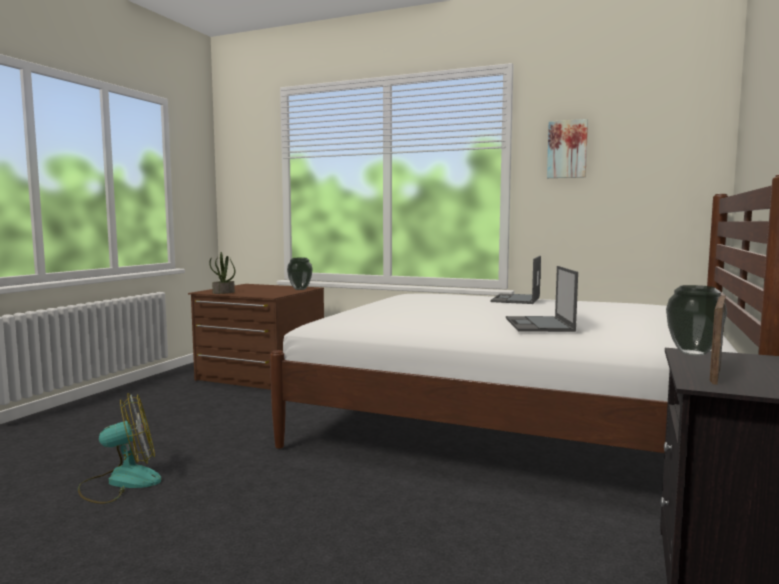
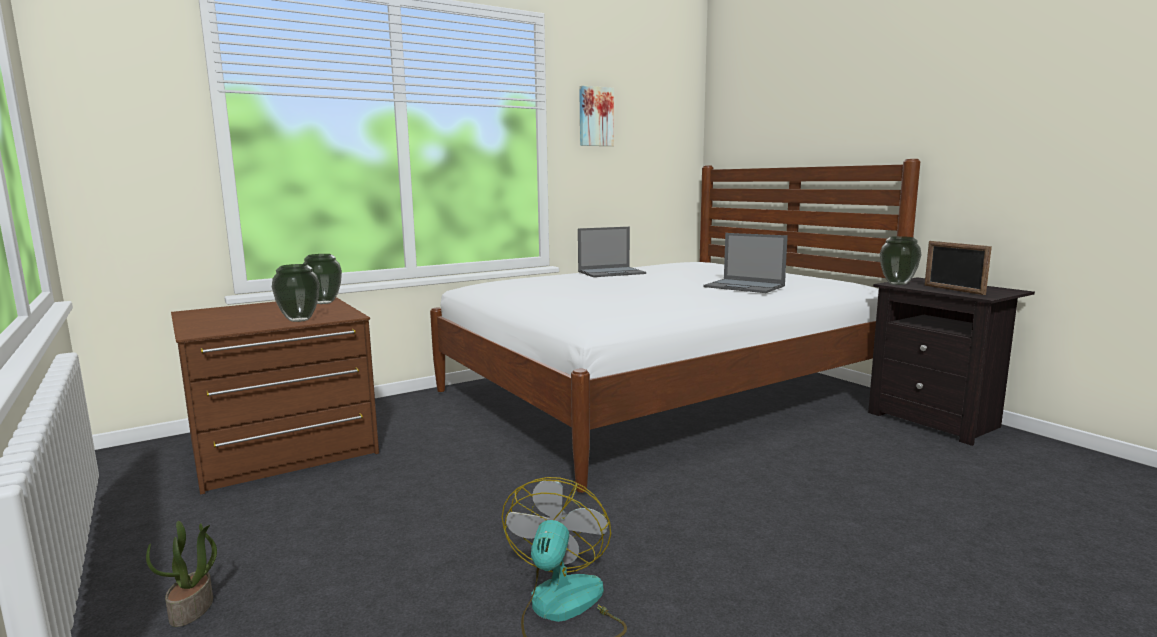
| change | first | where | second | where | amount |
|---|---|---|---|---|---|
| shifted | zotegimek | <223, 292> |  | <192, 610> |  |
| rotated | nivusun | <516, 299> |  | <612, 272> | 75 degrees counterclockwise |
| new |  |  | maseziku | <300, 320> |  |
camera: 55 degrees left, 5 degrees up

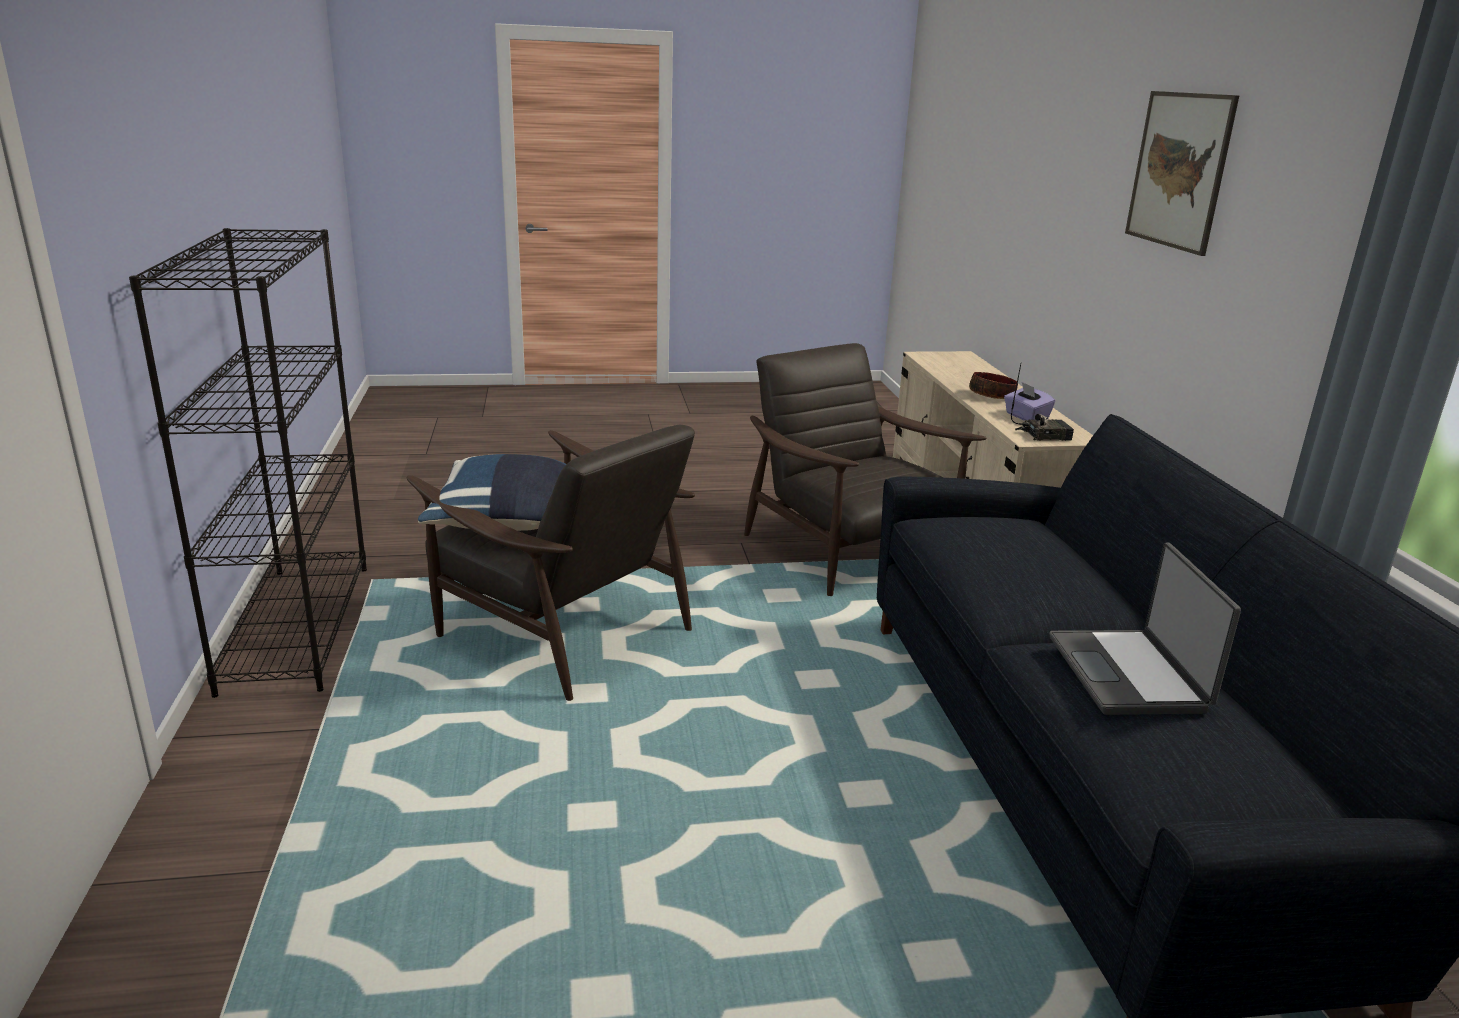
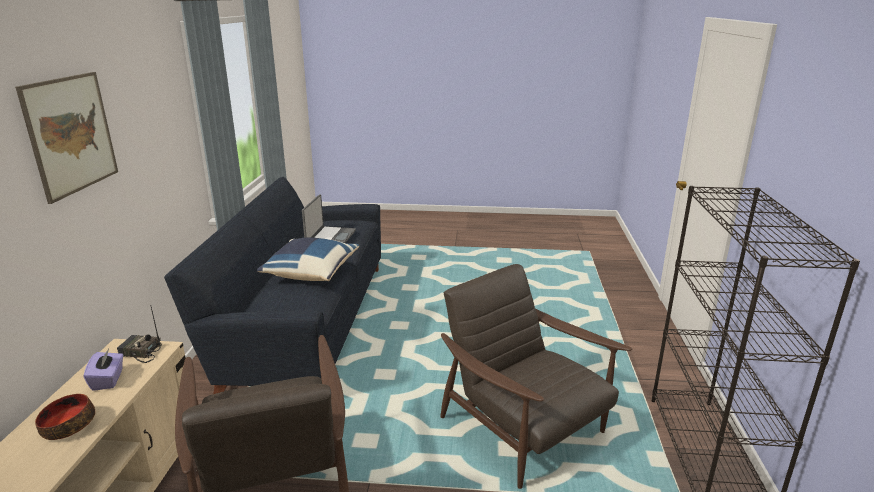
| change | first | where | second | where | amount |
|---|---|---|---|---|---|
| shifted | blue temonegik | <510, 522> |  | <311, 273> |  |
camera: 165 degrees left, 0 degrees up

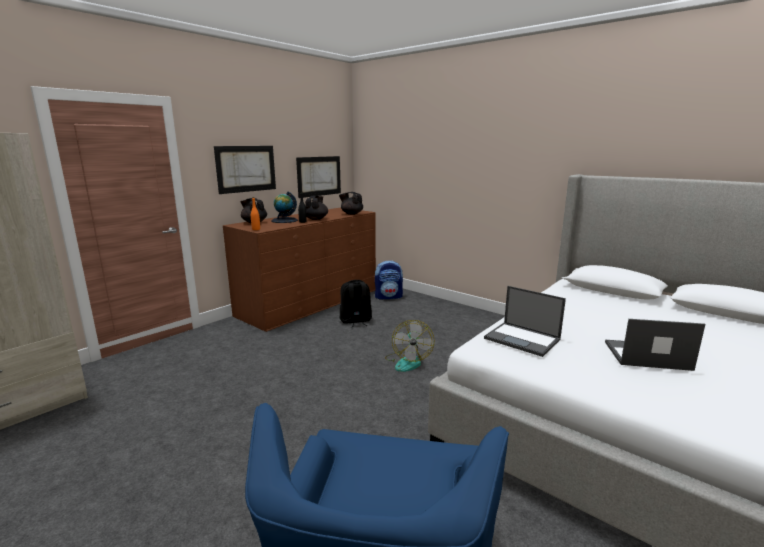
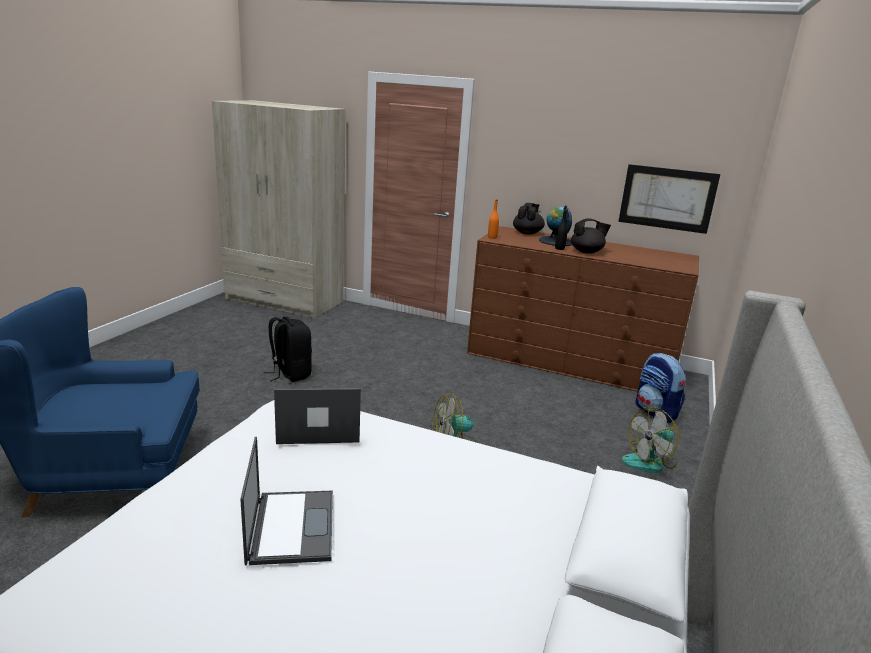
| change | first | where | second | where | amount |
|---|---|---|---|---|---|
| gone | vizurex | <246, 169> |  |  |  |
| gone | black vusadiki | <351, 214> |  |  |  |
| shifted | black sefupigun | <355, 321> |  | <290, 374> |  |
| rotated | nivusun | <523, 339> |  | <317, 427> | 60 degrees clockwise |
| new |  |  | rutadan | <650, 462> |  |
camera: 70 degrees right, 5 degrees up

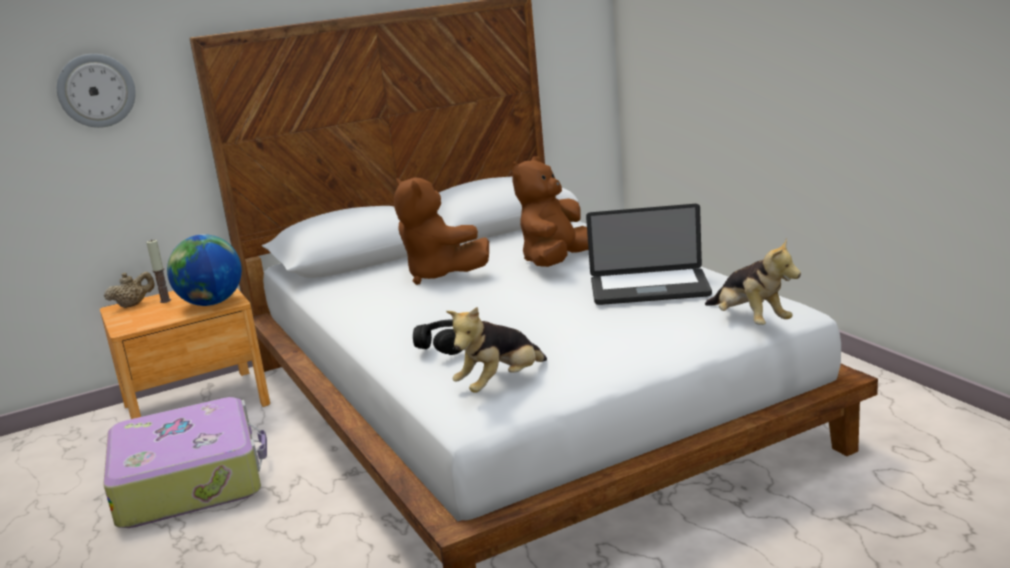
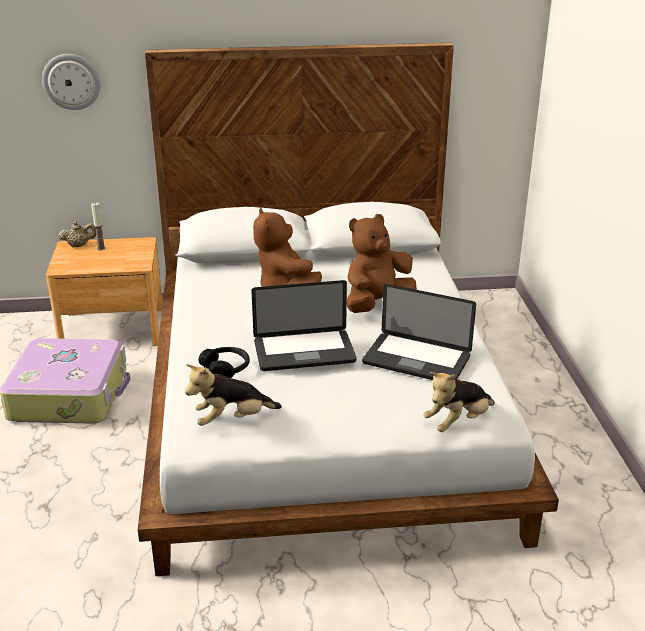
| change | first | where | second | where | amount |
|---|---|---|---|---|---|
| gone | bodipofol | <211, 303> |  |  |  |
| rotated | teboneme | <750, 321> |  | <458, 422> | 60 degrees clockwise |
| new |  |  | nivusun | <304, 352> |  |
camera: 20 degrees right, 10 degrees up

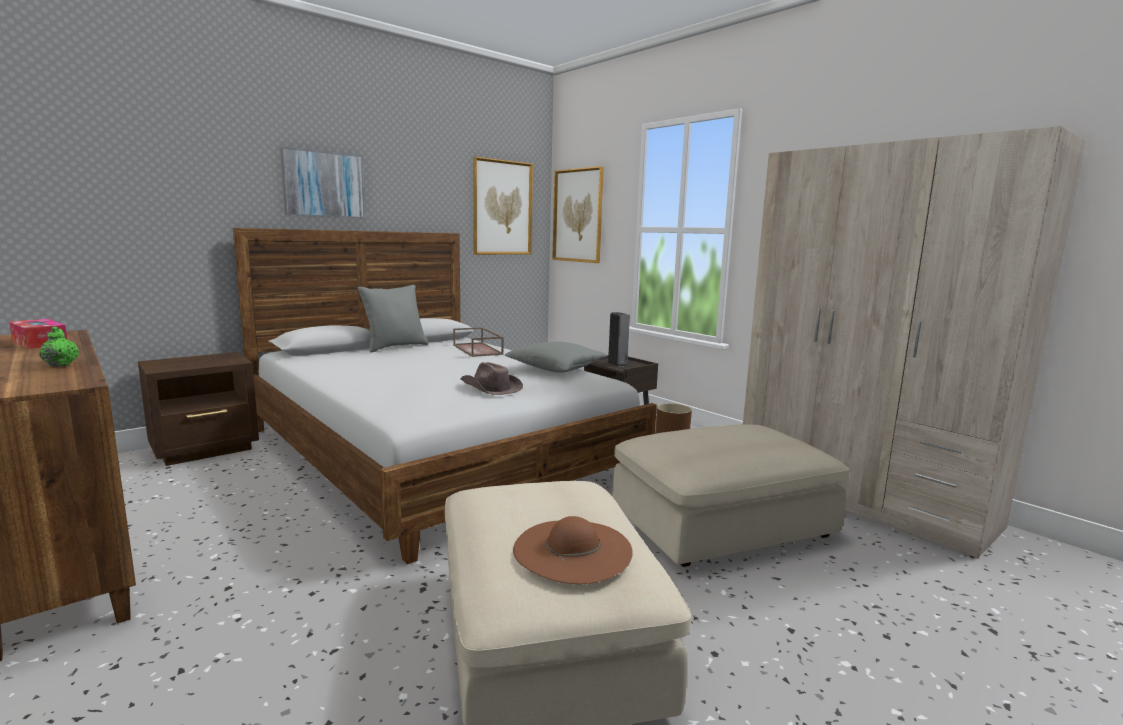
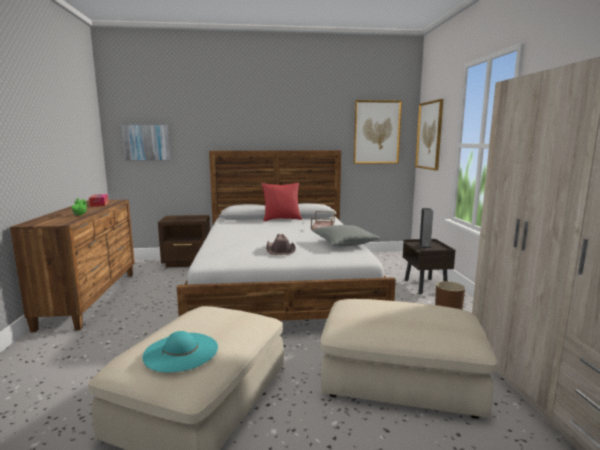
| change | first | where | second | where | amount |
|---|---|---|---|---|---|
| shifted | vizurex | <323, 184> |  | <146, 142> |  |
| repainted | grey temonegik | <395, 347> | red temonegik | <281, 219> |  |
| repainted | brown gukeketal | <572, 550> | turquoise gukeketal | <181, 351> |  |
camera: 35 degrees right, 0 degrees up

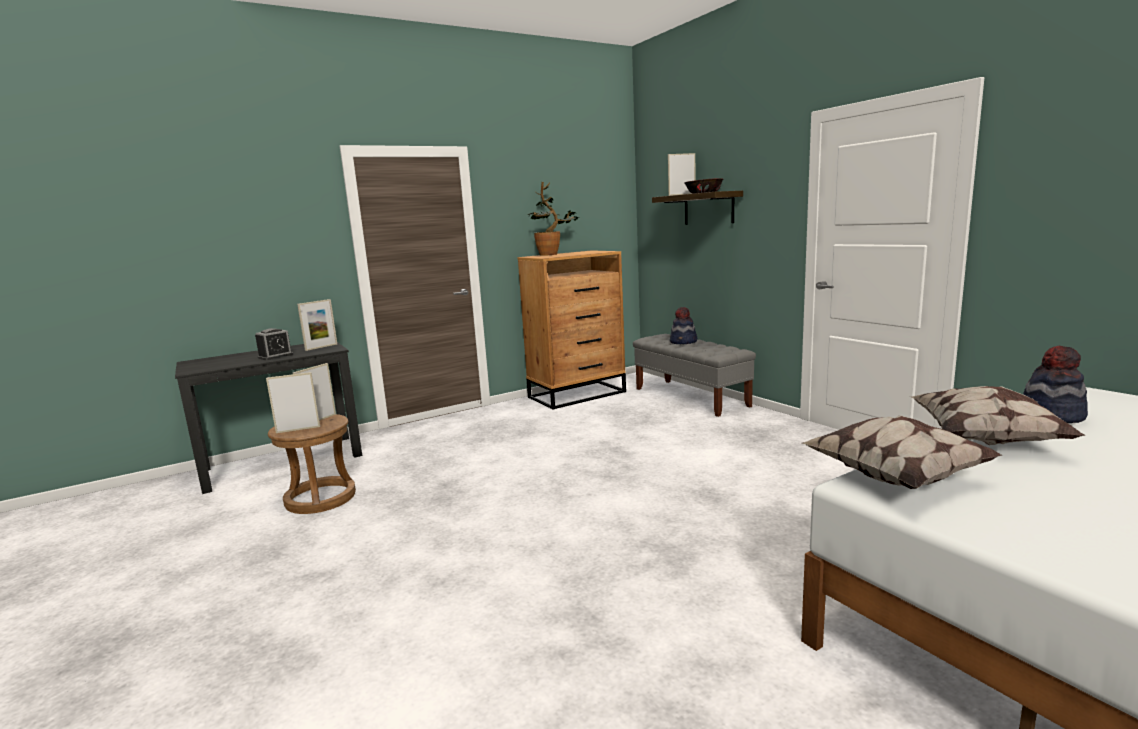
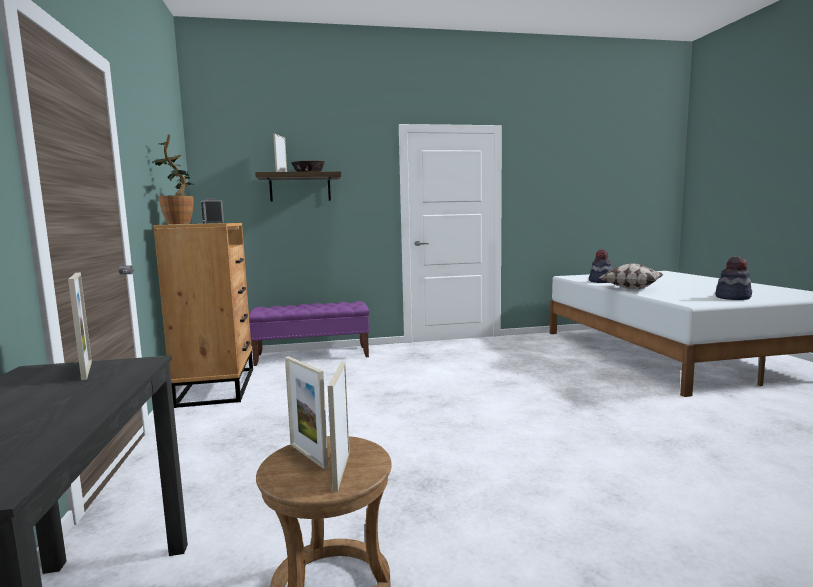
| change | first | where | second | where | amount |
|---|---|---|---|---|---|
| shifted | gukeketal | <683, 342> |  | <733, 297> |  |
| shifted | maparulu | <275, 356> |  | <213, 223> |  |
| repainted | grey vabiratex | <691, 397> | purple vabiratex | <312, 355> |  |
| gone | temonegik | <895, 476> |  |  |  |
camera: 70 degrees left, 5 degrees down

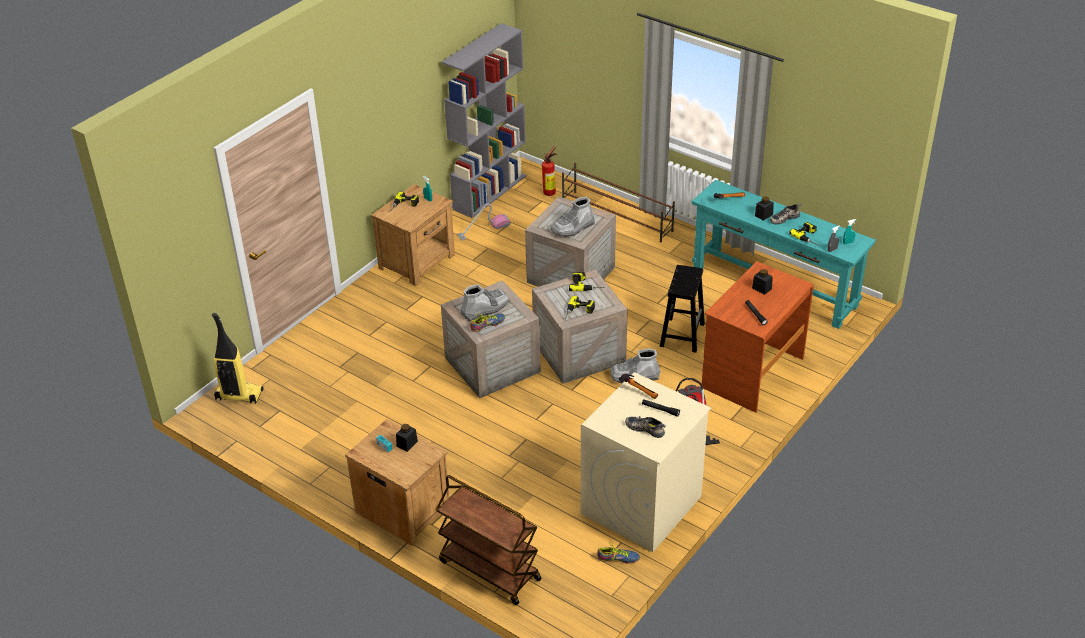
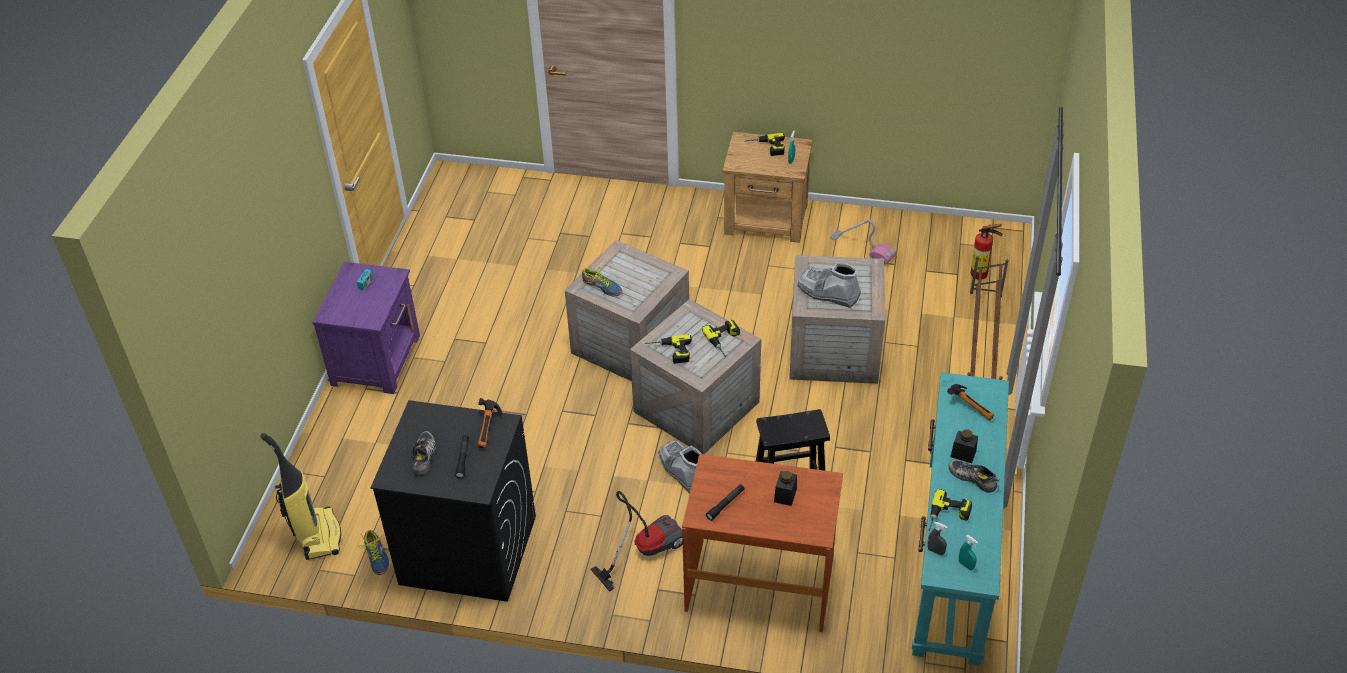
| change | first | where | second | where | amount |
|---|---|---|---|---|---|
| gone | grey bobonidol | <489, 192> |  |  |  |
| gone | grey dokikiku | <485, 309> |  |  |  |
| shifted | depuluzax | <238, 395> |  | <318, 535> |  |
| repainted | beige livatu | <641, 505> | black livatu | <467, 550> |  |
| repainted | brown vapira | <402, 509> | purple vapira | <377, 359> |  |
| gone | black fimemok | <407, 444> |  |  |  |
| gone | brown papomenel | <488, 570> |  |  |  |
camera: 65 degrees right, 5 degrees up

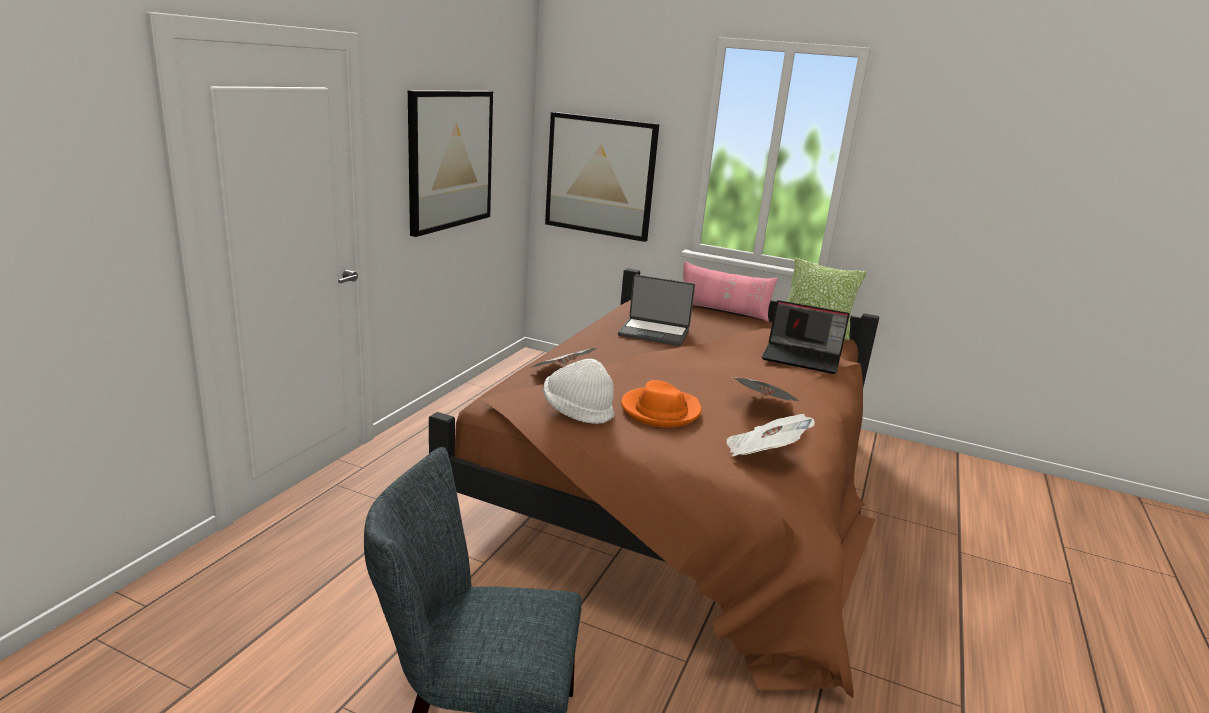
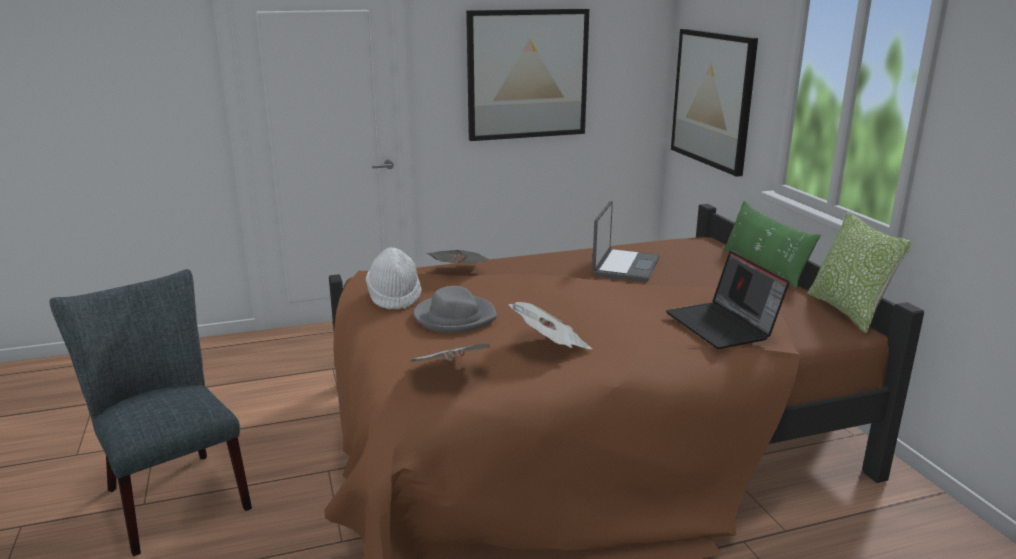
| change | first | where | second | where | amount |
|---|---|---|---|---|---|
| repainted | pink temonegik | <722, 311> | green temonegik | <764, 267> |  |
| rotated | nivusun | <654, 333> |  | <624, 266> | 135 degrees counterclockwise |
| repainted | orange gukeketal | <660, 410> | grey gukeketal | <455, 317> |  |
camera: 50 degrees right, 0 degrees up

